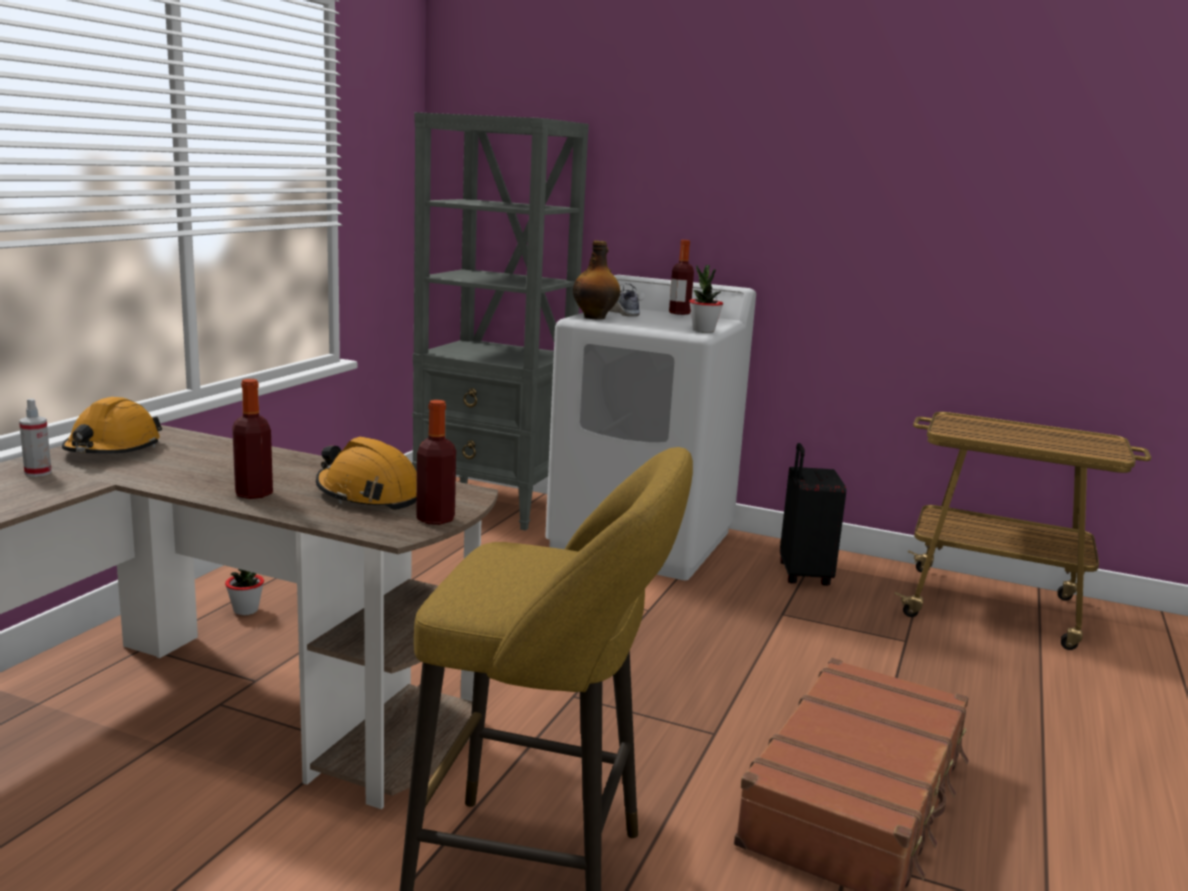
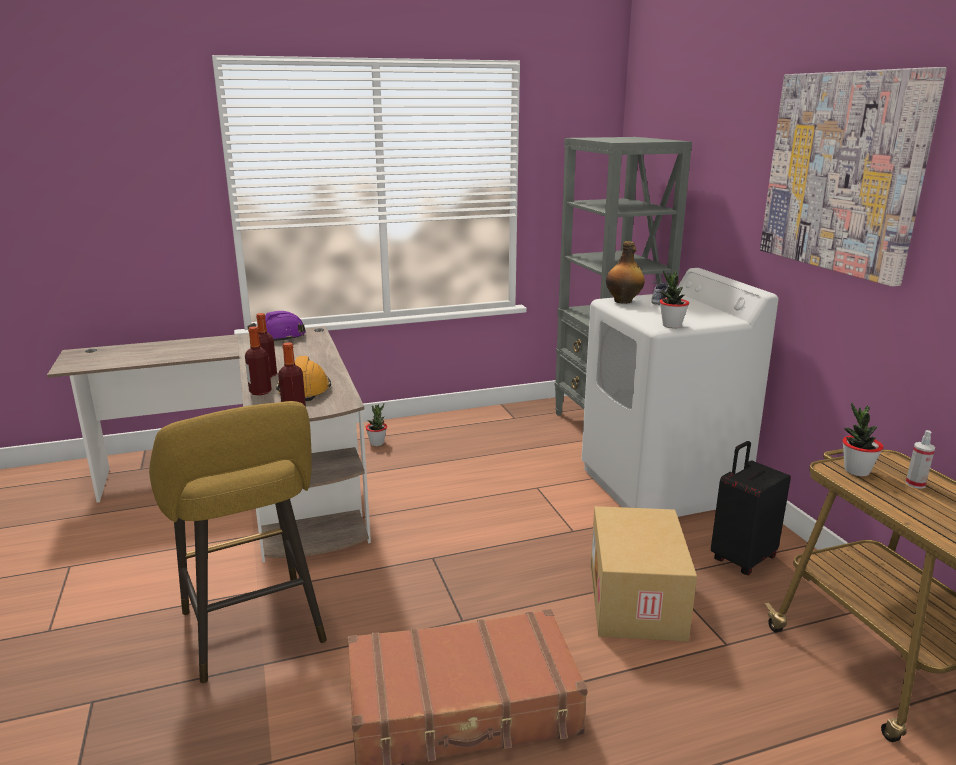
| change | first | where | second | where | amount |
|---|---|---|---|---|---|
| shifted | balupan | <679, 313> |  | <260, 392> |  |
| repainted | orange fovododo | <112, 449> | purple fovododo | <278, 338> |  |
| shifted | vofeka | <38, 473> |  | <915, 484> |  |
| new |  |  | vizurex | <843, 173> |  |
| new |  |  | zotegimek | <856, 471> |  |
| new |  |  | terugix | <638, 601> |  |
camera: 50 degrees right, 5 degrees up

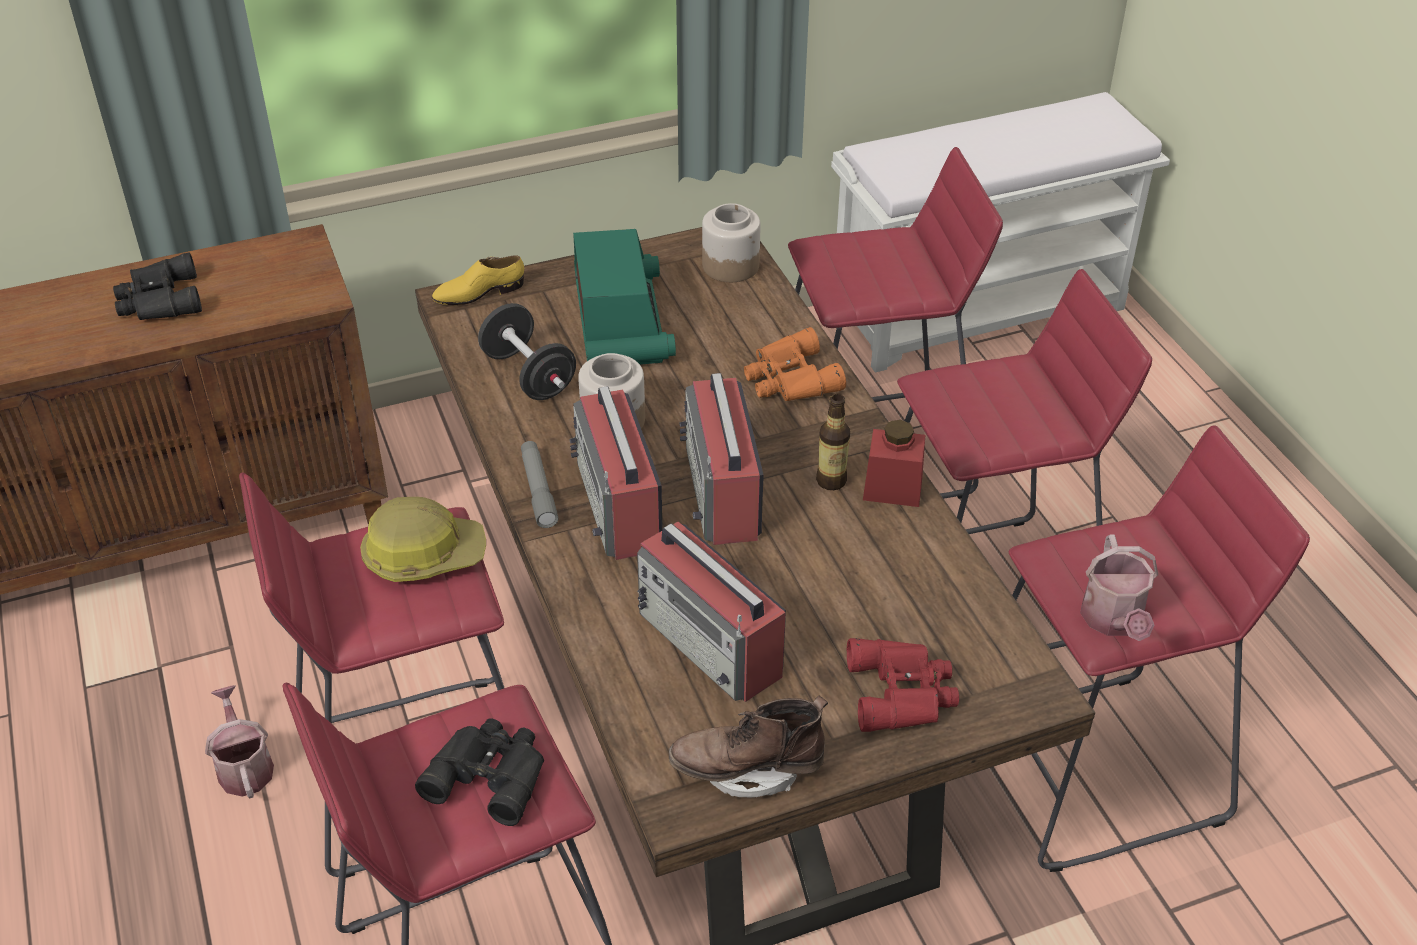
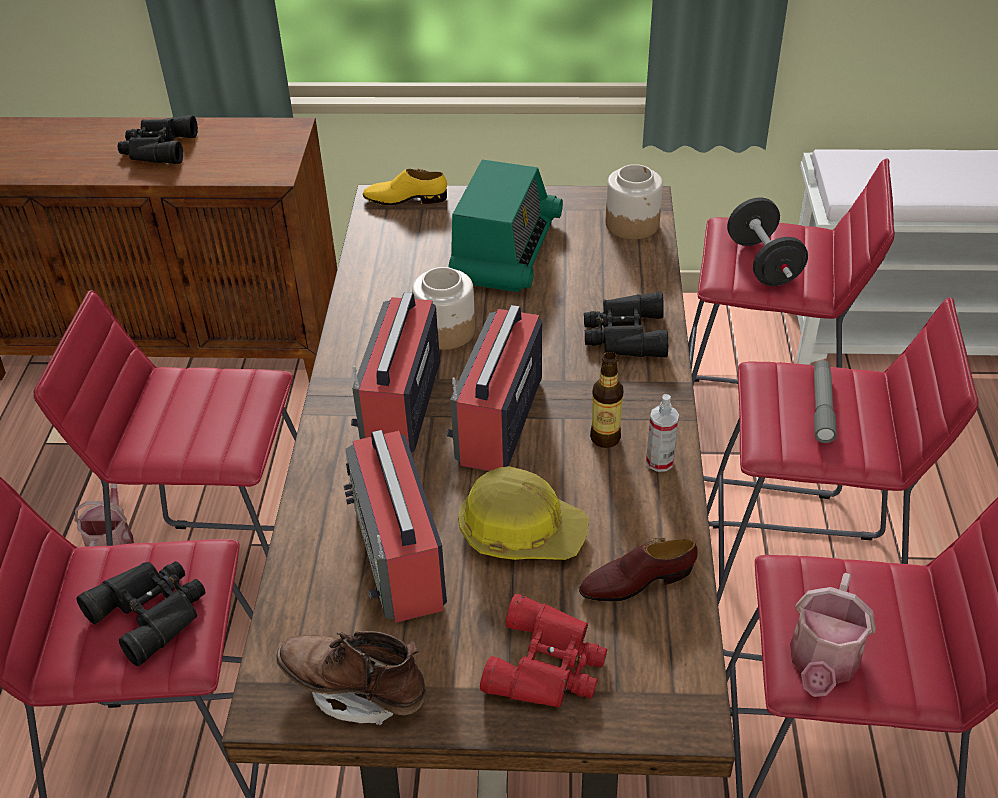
| change | first | where | second | where | amount |
|---|---|---|---|---|---|
| shifted | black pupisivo | <529, 375> |  | <763, 263> |  |
| repainted | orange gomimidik | <789, 379> | black gomimidik | <623, 335> |  |
| swapped | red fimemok | <892, 488> | vofeka | <659, 461> |  |
| shifted | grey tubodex | <538, 490> |  | <822, 407> |  |
| shifted | fovododo | <423, 555> |  | <521, 531> |  |
| new |  |  | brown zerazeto | <636, 581> |  |
camera: 25 degrees right, 0 degrees up

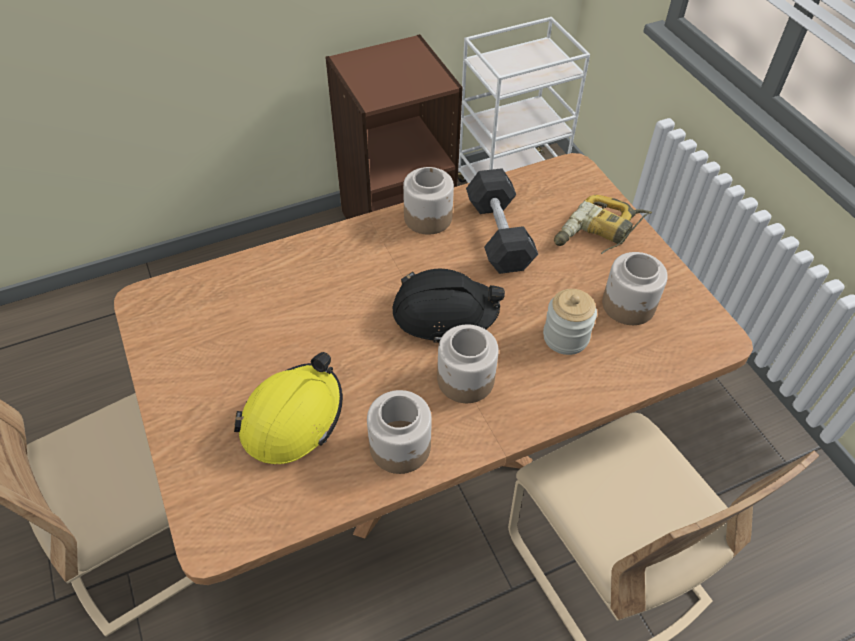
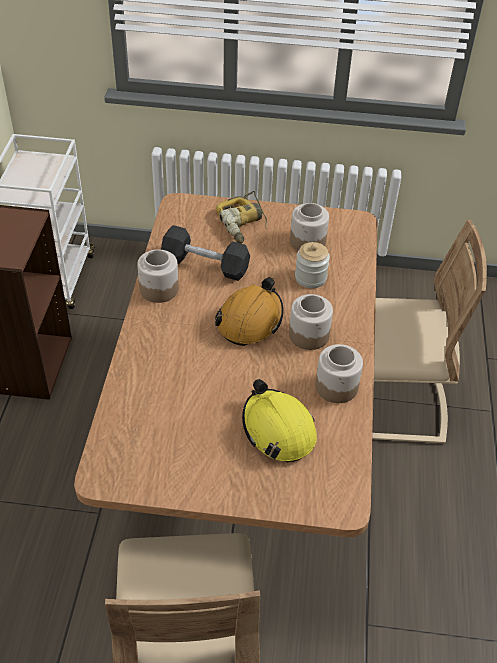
| change | first | where | second | where | amount |
|---|---|---|---|---|---|
| repainted | black fovododo | <445, 313> | orange fovododo | <250, 320> |  |
camera: 60 degrees left, 5 degrees down

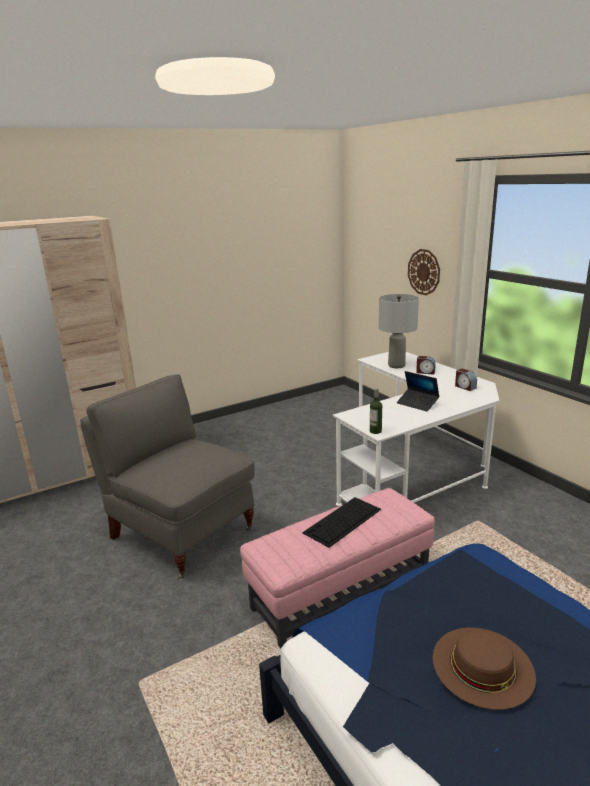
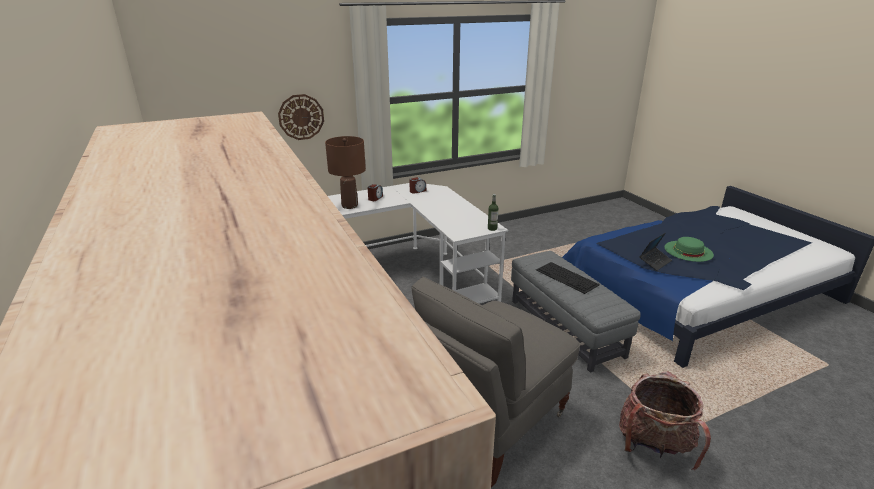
| change | first | where | second | where | amount |
|---|---|---|---|---|---|
| repainted | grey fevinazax | <396, 365> | brown fevinazax | <349, 206> |  |
| shifted | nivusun | <417, 403> |  | <655, 262> |  |
| repainted | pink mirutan | <341, 591> | grey mirutan | <565, 328> |  |
| repainted | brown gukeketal | <483, 666> | green gukeketal | <688, 251> |  |
| new |  |  | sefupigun | <654, 445> |  |
camera: 85 degrees left, 5 degrees up

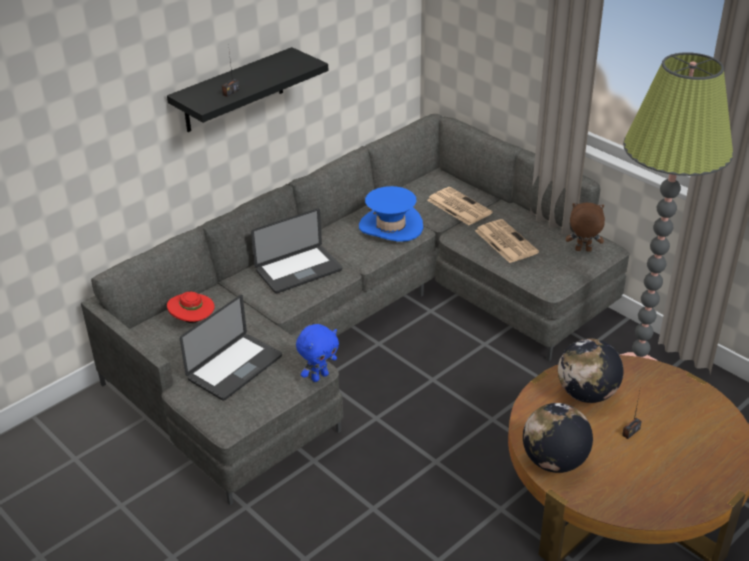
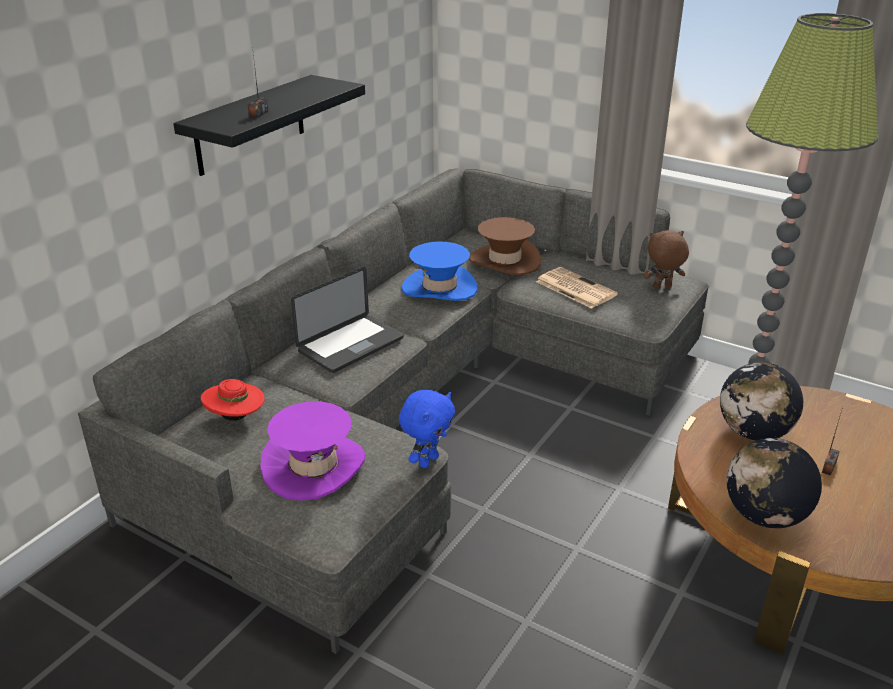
| change | first | where | second | where | amount |
|---|---|---|---|---|---|
| swapped | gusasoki | <458, 206> | brown gukeketal | <505, 261> |  |
| swapped | nivusun | <235, 368> | purple gukeketal | <313, 466> |  |
camera: 15 degrees left, 5 degrees down

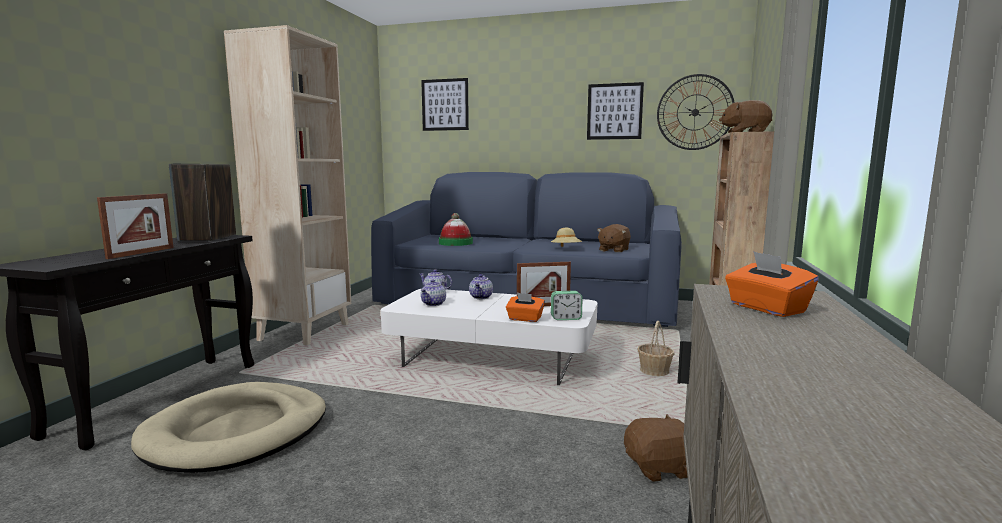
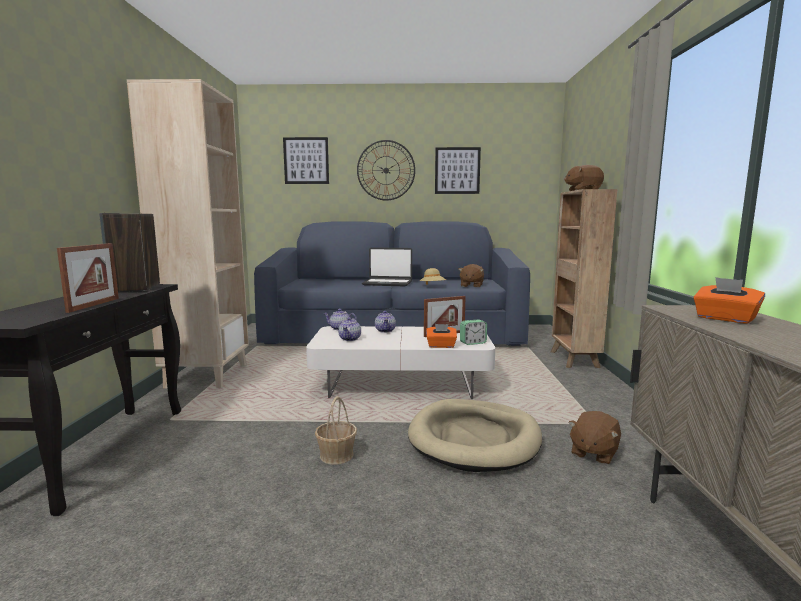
| change | first | where | second | where | amount |
|---|---|---|---|---|---|
| shifted | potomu | <695, 112> |  | <386, 170> |  |
| gone | gukeketal | <455, 243> |  |  |  |
| shifted | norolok | <654, 371> |  | <336, 455> |  |
| shifted | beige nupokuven | <237, 432> |  | <474, 439> |  |
| rotated | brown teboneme | <659, 468> |  | <593, 453> | 150 degrees clockwise |
| new |  |  | nivusun | <387, 283> |  |
camera: 15 degrees left, 0 degrees up

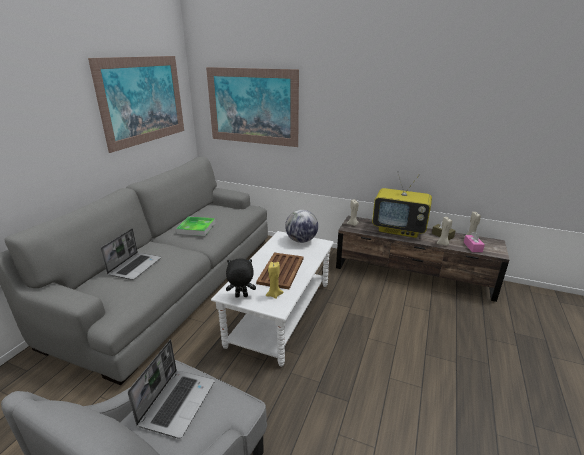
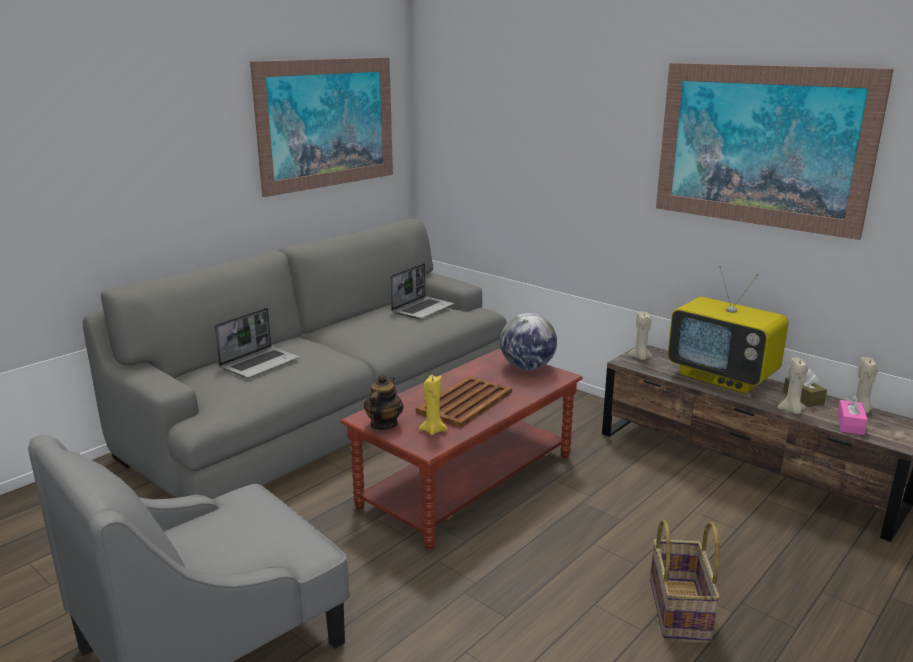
| change | first | where | second | where | amount |
|---|---|---|---|---|---|
| shifted | vizurex | <252, 106> |  | <761, 146> |  |
| gone | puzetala | <196, 228> |  |  |  |
| repainted | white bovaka | <281, 313> | brown bovaka | <468, 480> |  |
| swapped | black teboneme | <241, 297> | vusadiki | <383, 424> |  |
| shifted | nivusun | <177, 402> |  | <422, 309> |  |
| new |  |  | norolok | <680, 609> |  |
camera: 20 degrees right, 5 degrees down

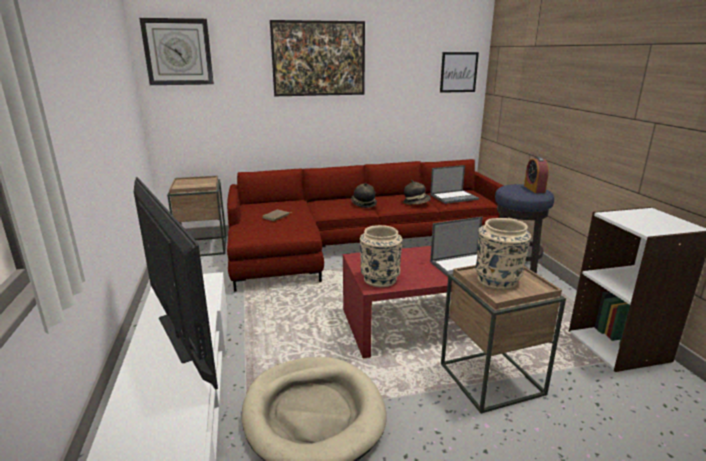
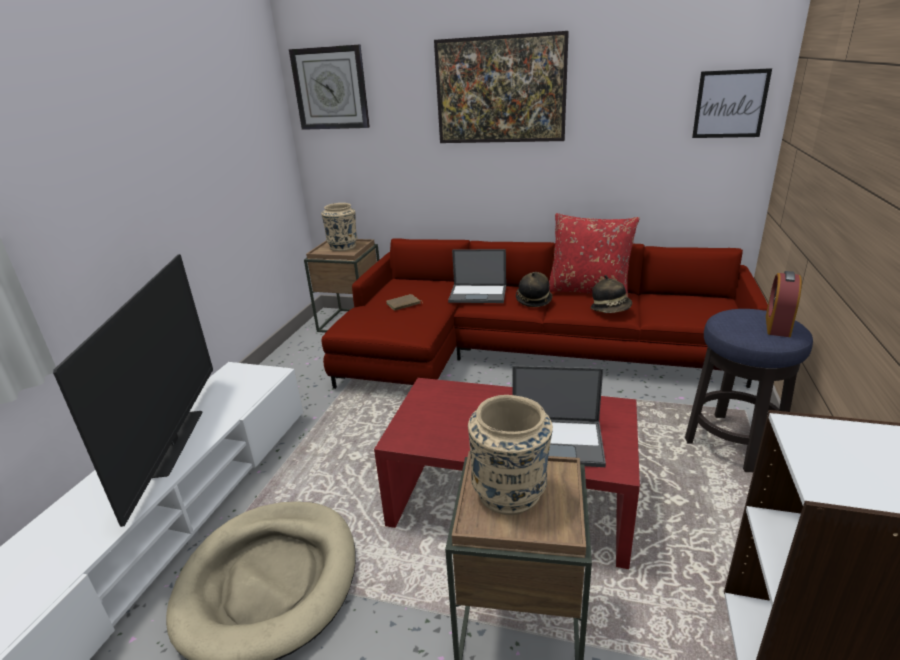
| change | first | where | second | where | amount |
|---|---|---|---|---|---|
| shifted | nivusun | <454, 197> |  | <478, 294> |  |
| shifted | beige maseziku | <379, 279> |  | <343, 246> |  |
| new |  |  | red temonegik | <588, 290> |  |
camera: 30 degrees right, 5 degrees up

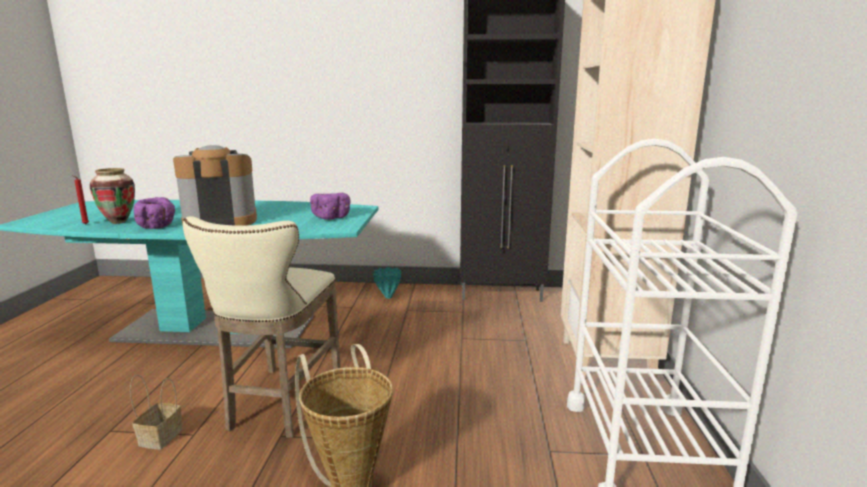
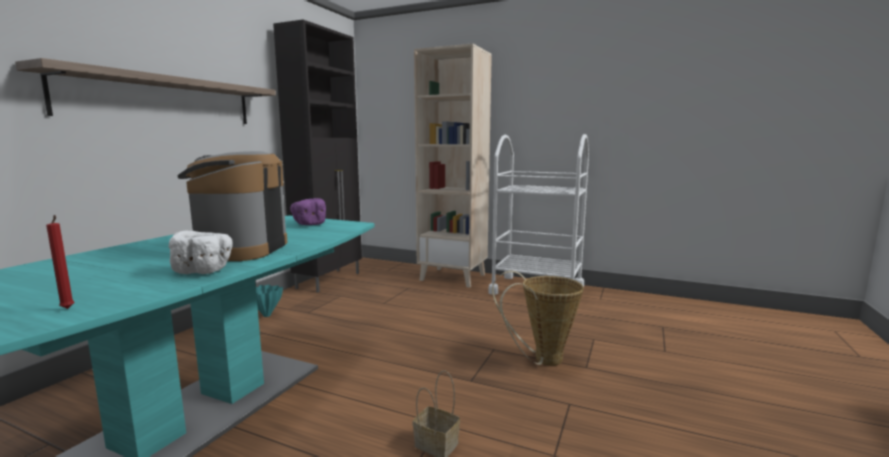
| change | first | where | second | where | amount |
|---|---|---|---|---|---|
| gone | maseziku | <119, 222> |  |  |  |
| repainted | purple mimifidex | <157, 226> | white mimifidex | <203, 270> |  |
| gone | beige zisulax | <280, 405> |  |  |  |
| new |  |  | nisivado | <163, 100> |  |
camera: 70 degrees left, 5 degrees down

